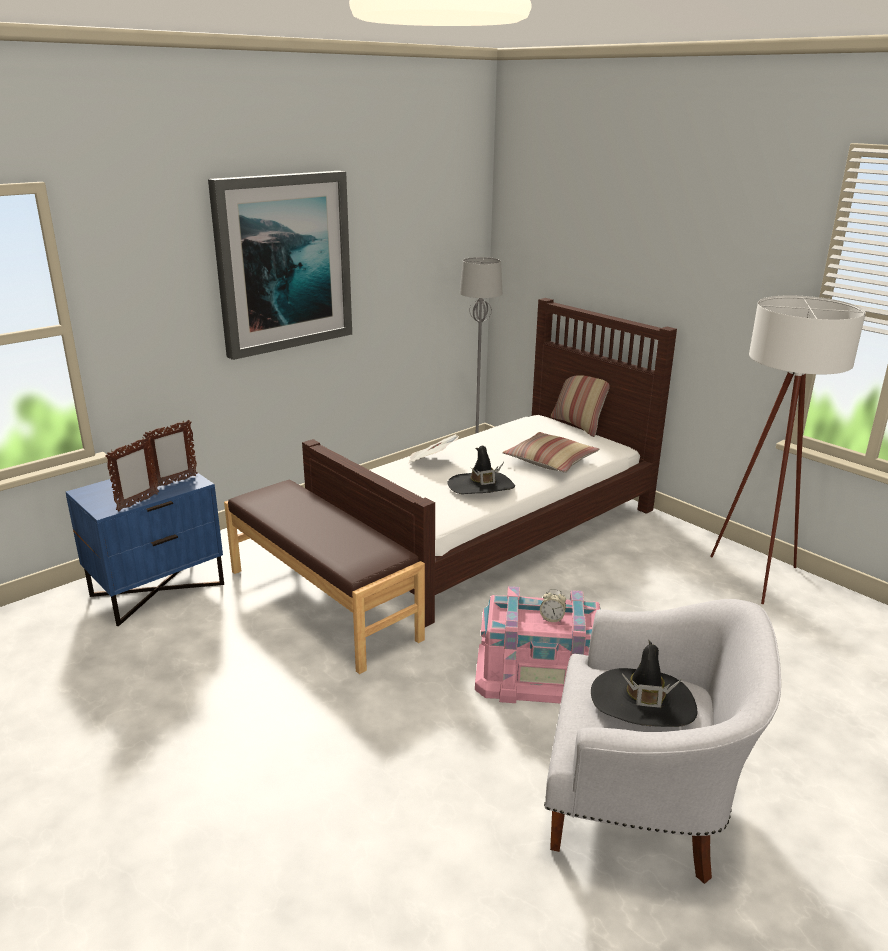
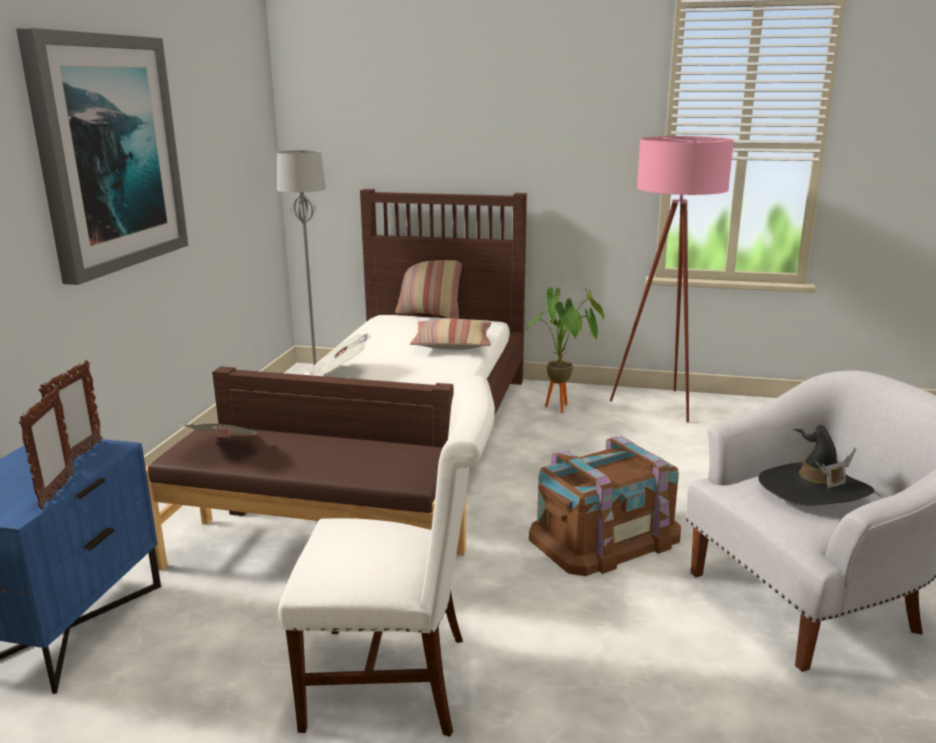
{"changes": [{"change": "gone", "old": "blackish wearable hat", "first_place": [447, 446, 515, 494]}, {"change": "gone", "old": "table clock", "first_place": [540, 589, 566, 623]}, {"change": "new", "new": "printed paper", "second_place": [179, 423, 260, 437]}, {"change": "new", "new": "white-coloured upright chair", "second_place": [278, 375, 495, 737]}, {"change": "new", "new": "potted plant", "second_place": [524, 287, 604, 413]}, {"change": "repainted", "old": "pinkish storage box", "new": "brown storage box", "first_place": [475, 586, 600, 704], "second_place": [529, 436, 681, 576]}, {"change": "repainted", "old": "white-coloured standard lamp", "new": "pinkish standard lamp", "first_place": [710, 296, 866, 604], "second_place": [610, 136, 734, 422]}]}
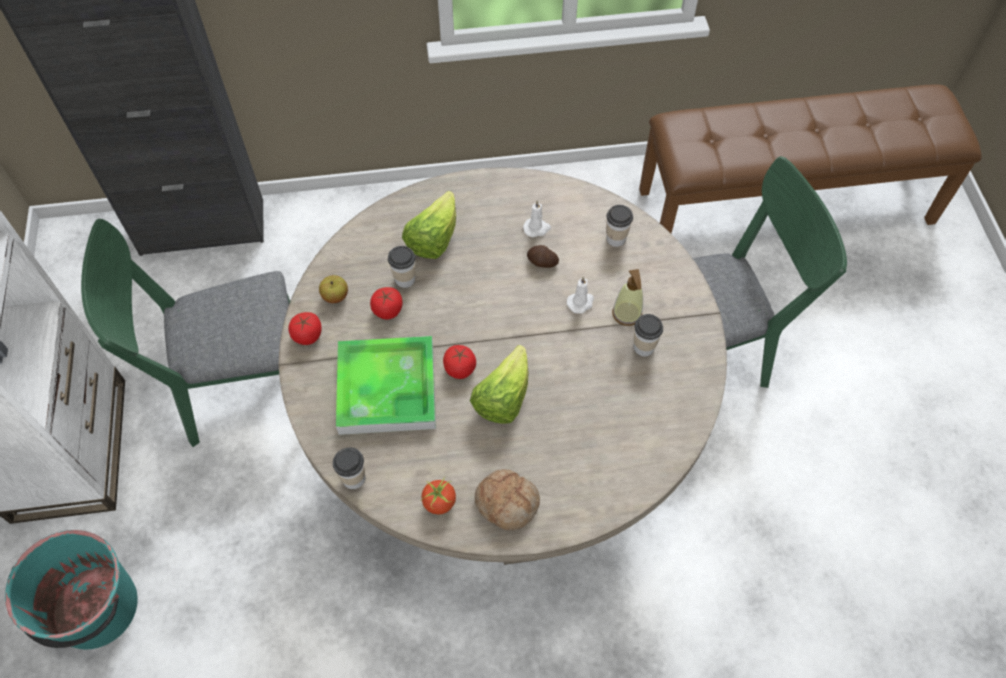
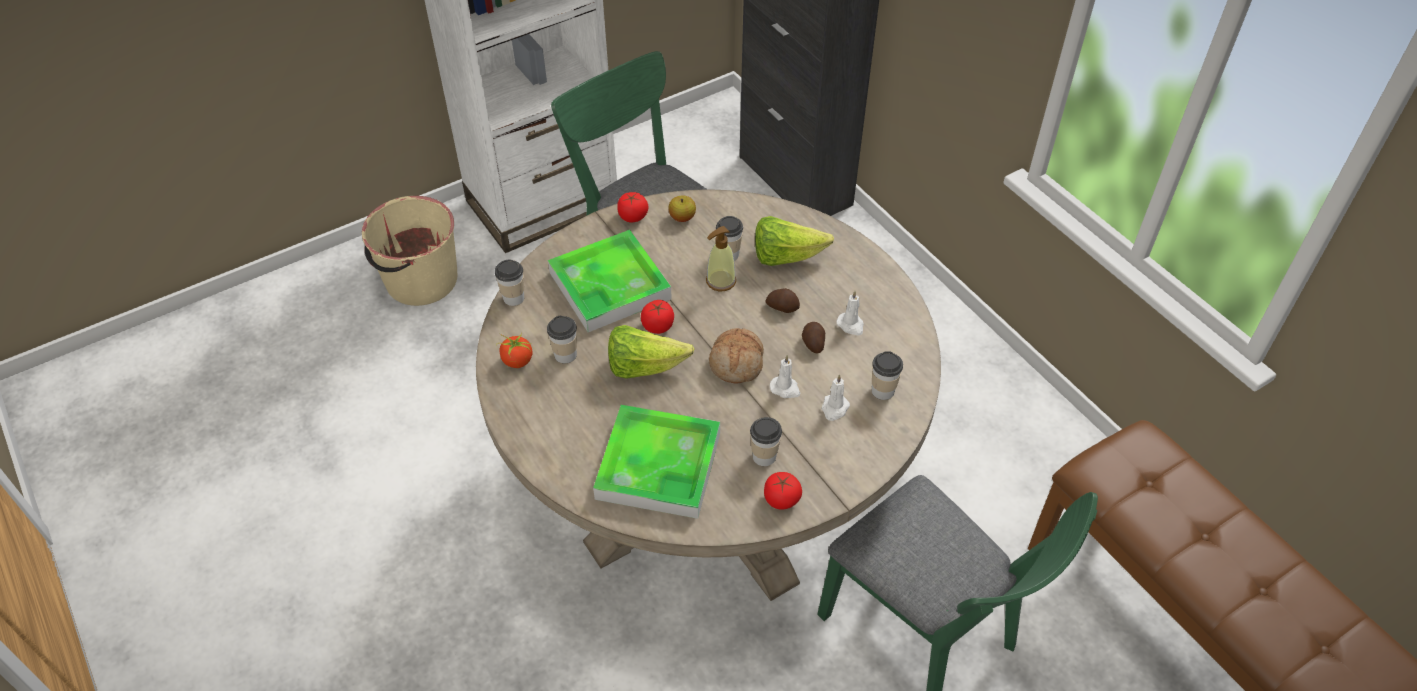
{"changes": [{"change": "new", "new": "cup", "second_place": [547, 316, 577, 363]}, {"change": "new", "new": "tray", "second_place": [593, 405, 720, 519]}, {"change": "new", "new": "spud", "second_place": [766, 288, 800, 313]}, {"change": "new", "new": "white-coloured wax light", "second_place": [822, 374, 850, 421]}, {"change": "shifted", "old": "whole tomato", "first_place": [370, 287, 403, 319], "second_place": [764, 472, 802, 510]}, {"change": "shifted", "old": "bakery bread", "first_place": [475, 469, 540, 530], "second_place": [709, 328, 764, 384]}, {"change": "shifted", "old": "soap bottle", "first_place": [612, 269, 643, 326], "second_place": [706, 226, 736, 291]}, {"change": "repainted", "old": "turquoise-coloured pail", "new": "sand-coloured pail", "first_place": [5, 530, 138, 649], "second_place": [362, 196, 457, 306]}]}
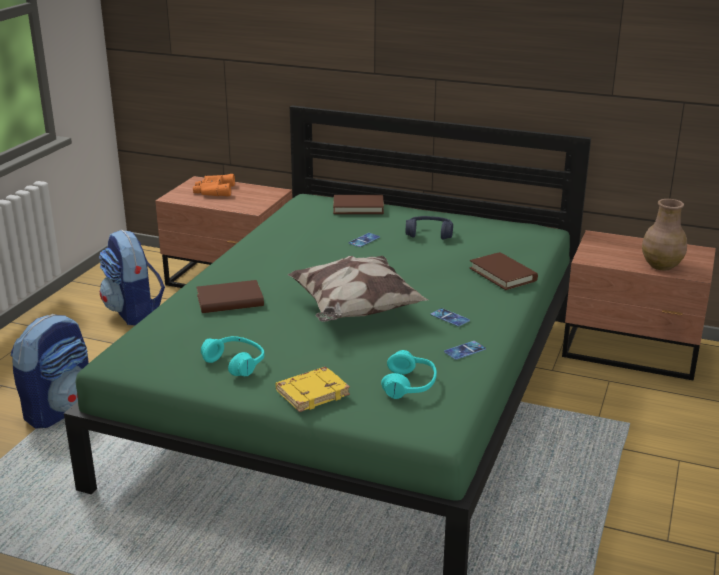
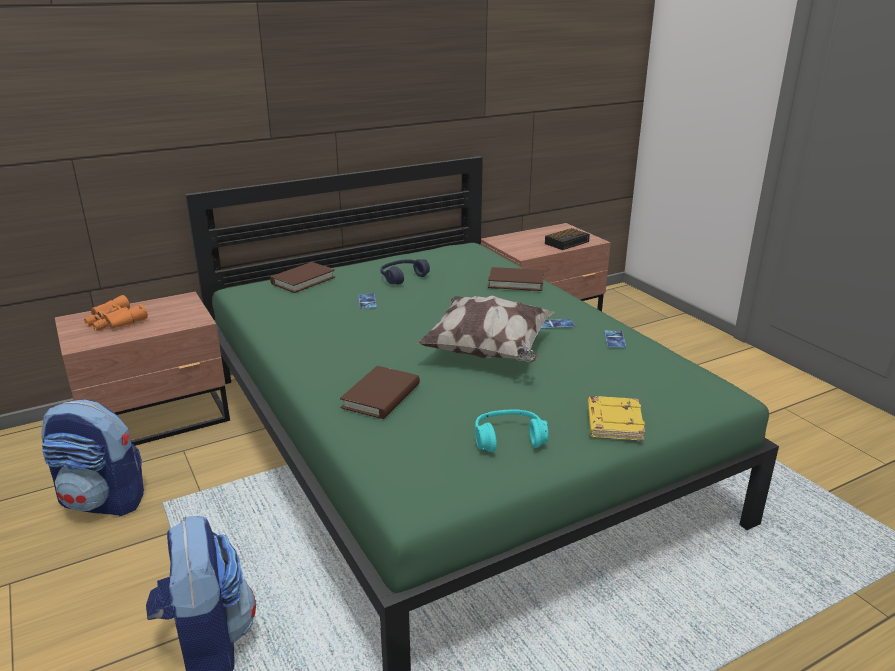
{"changes": [{"change": "gone", "old": "turquoise-coloured pair of headphones", "first_place": [381, 350, 437, 399]}, {"change": "swapped", "old": "brown vase", "new": "table clock", "first_place": [642, 199, 687, 270], "second_place": [545, 228, 590, 250]}]}
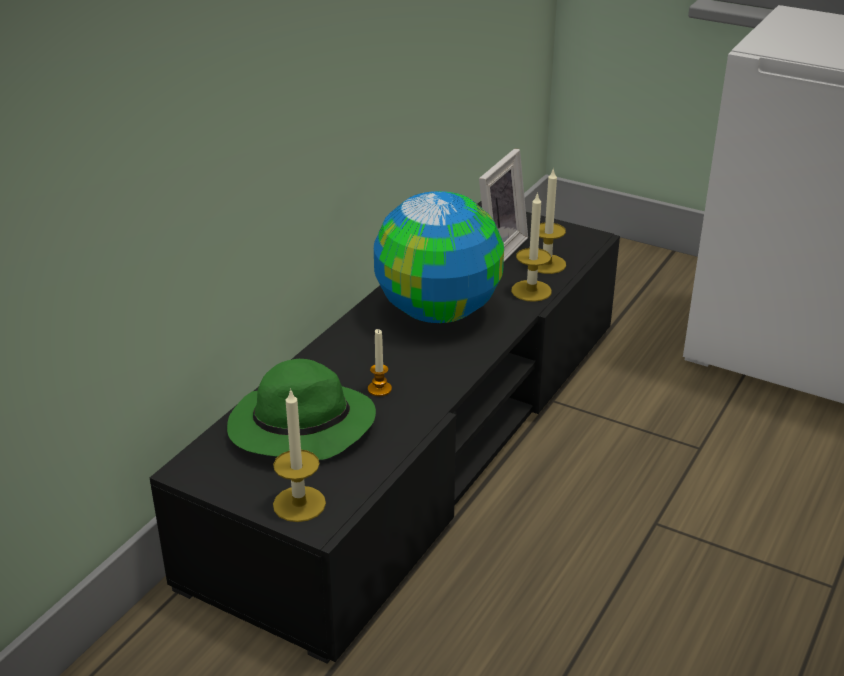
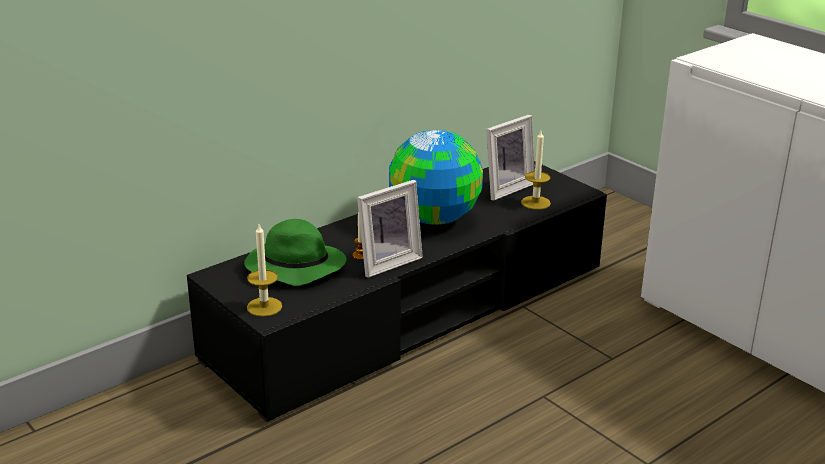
{"changes": [{"change": "gone", "old": "wax light", "first_place": [511, 192, 552, 302]}, {"change": "new", "new": "picture frame", "second_place": [357, 180, 423, 278]}]}
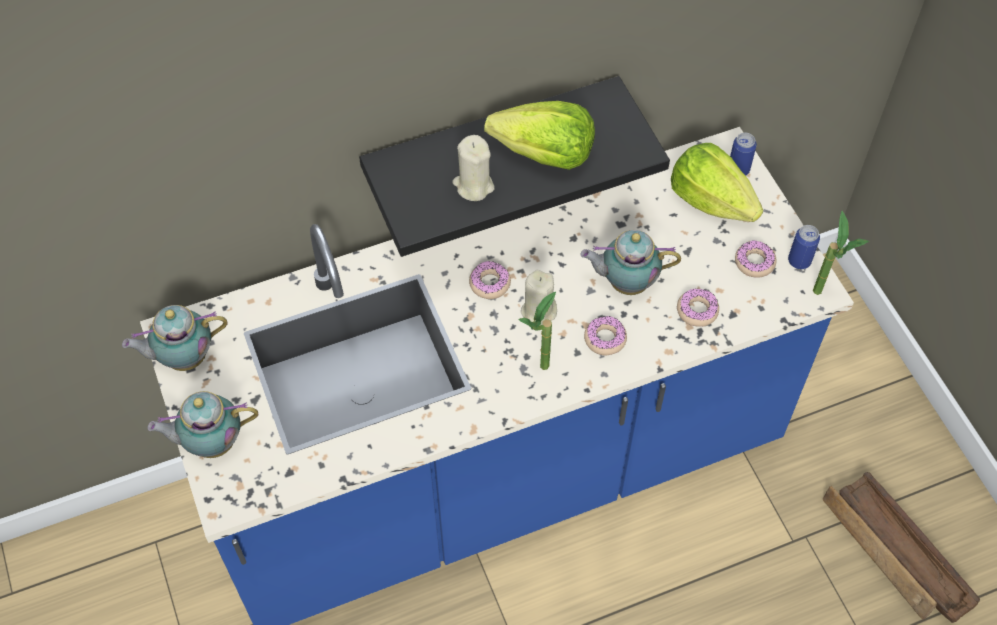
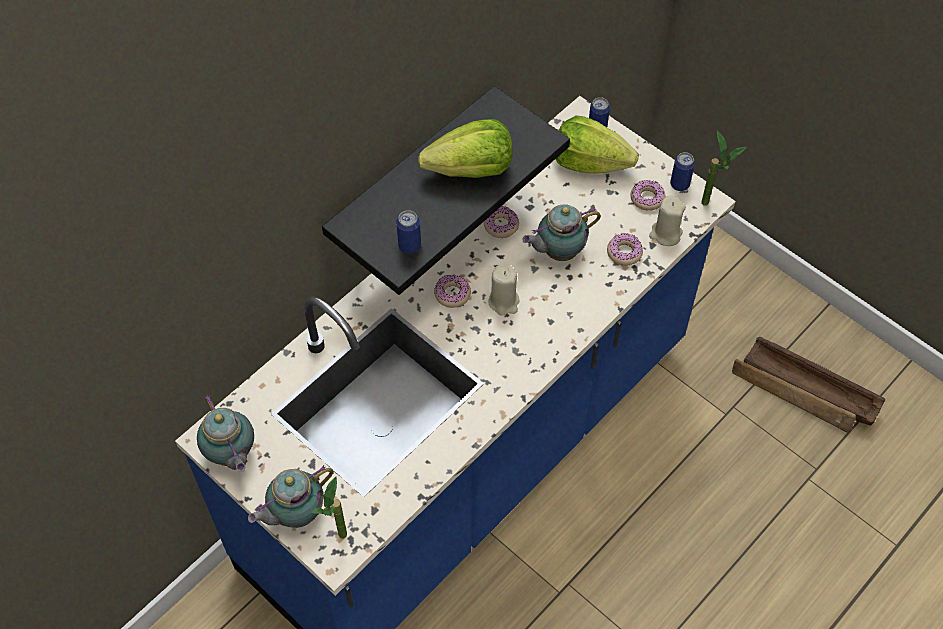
{"changes": [{"change": "new", "new": "can", "second_place": [396, 210, 421, 254]}, {"change": "shifted", "old": "sand-coloured wax light", "first_place": [453, 135, 495, 201], "second_place": [649, 195, 686, 246]}, {"change": "shifted", "old": "potted plant", "first_place": [518, 292, 556, 370], "second_place": [311, 477, 347, 539]}, {"change": "shifted", "old": "ring doughnut", "first_place": [584, 316, 627, 356], "second_place": [484, 206, 519, 238]}, {"change": "rotated", "old": "pot for tea", "first_place": [122, 305, 228, 371], "second_place": [197, 395, 254, 472], "degrees": -75}]}
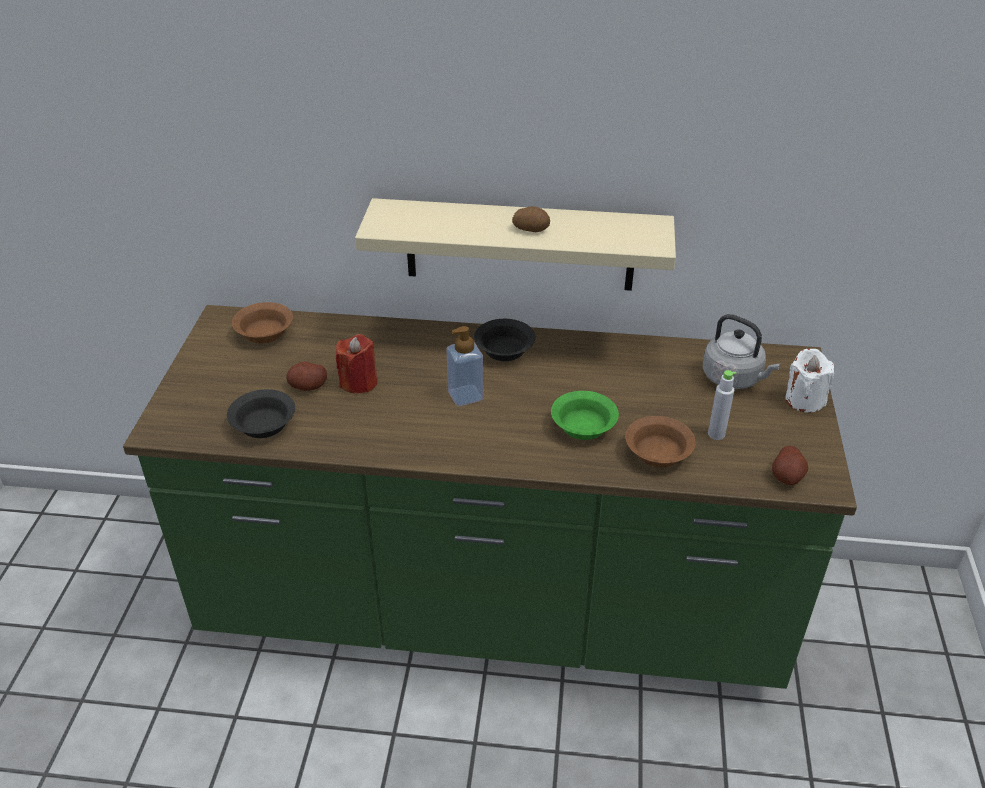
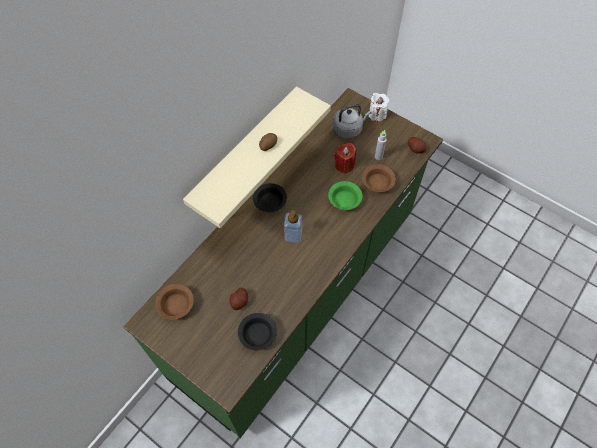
{"changes": [{"change": "shifted", "old": "reddish wax light", "first_place": [336, 334, 378, 394], "second_place": [334, 143, 356, 174]}]}
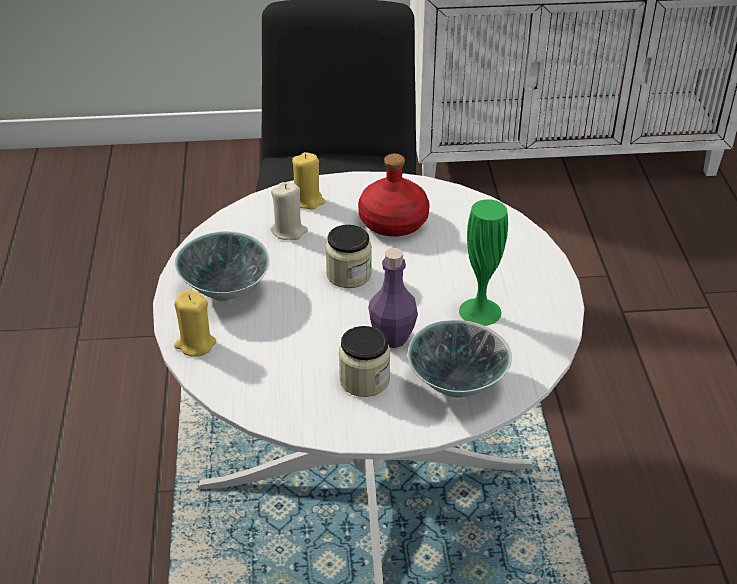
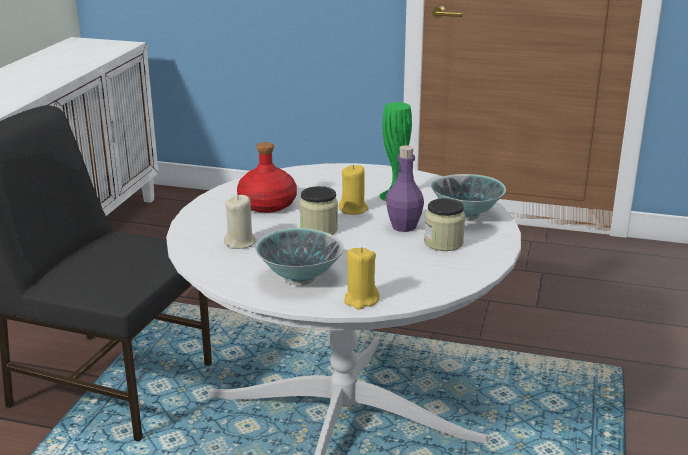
{"changes": [{"change": "shifted", "old": "yellow wax light", "first_place": [292, 152, 326, 210], "second_place": [338, 165, 369, 215]}]}
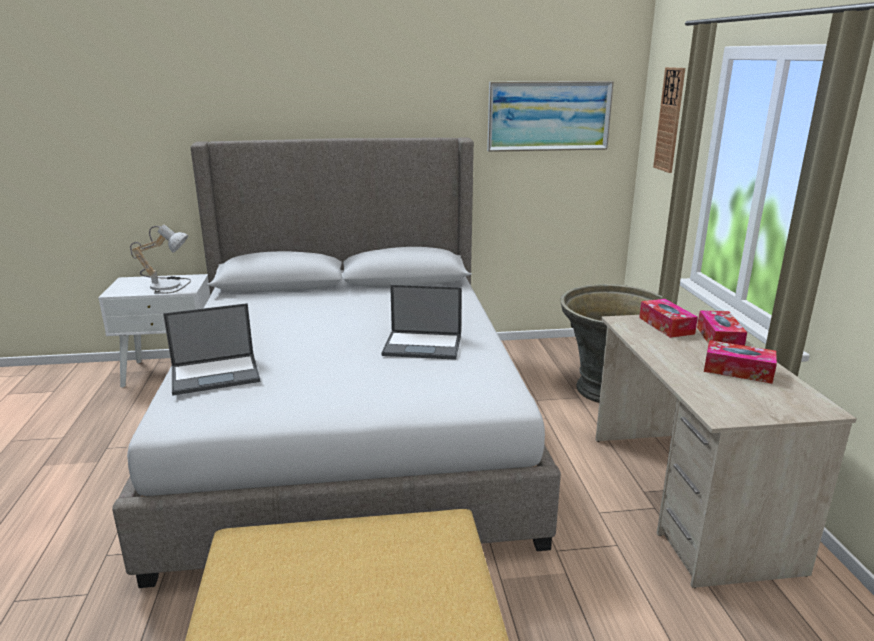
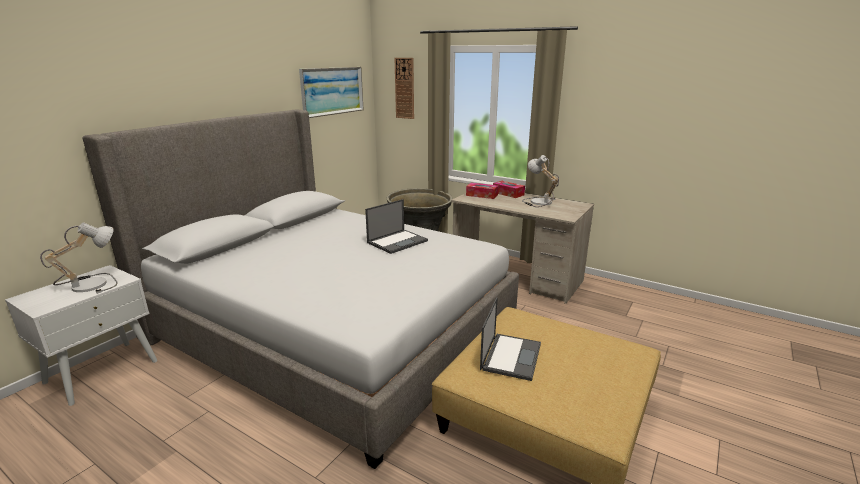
{"changes": [{"change": "shifted", "old": "laptop", "first_place": [163, 303, 261, 396], "second_place": [480, 297, 541, 381]}, {"change": "swapped", "old": "box of tissues", "new": "tabletop lamp", "first_place": [704, 340, 777, 384], "second_place": [522, 155, 559, 207]}]}
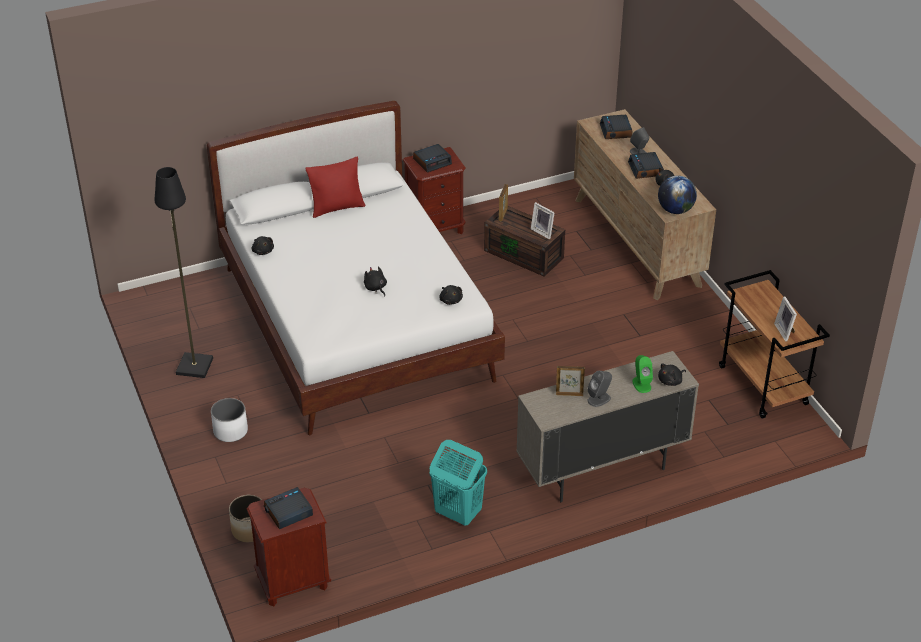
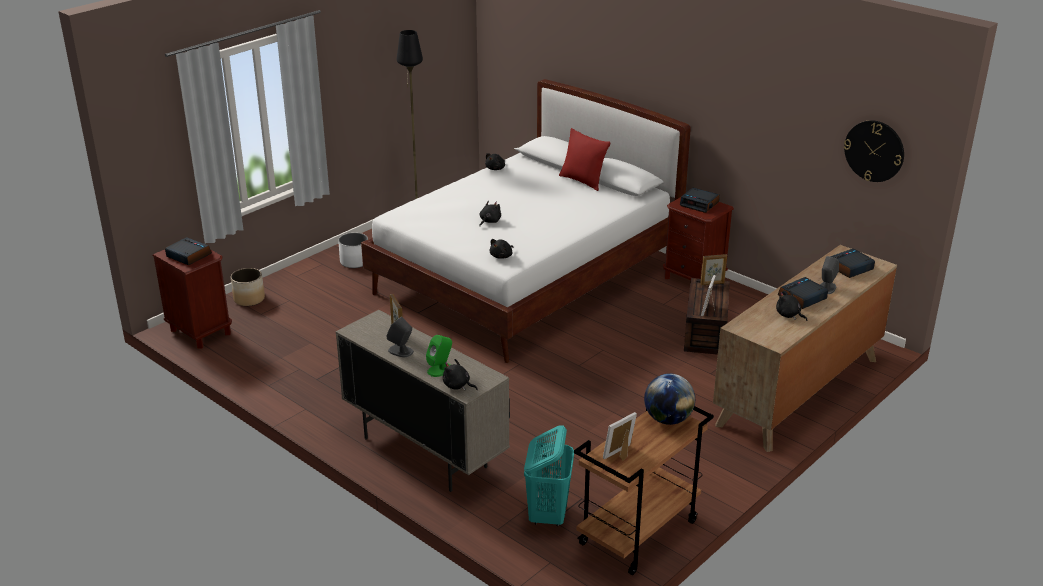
{"changes": [{"change": "new", "new": "wall clock", "second_place": [844, 120, 904, 182]}, {"change": "shifted", "old": "turquoise-coloured hamper", "first_place": [430, 440, 487, 526], "second_place": [524, 425, 574, 526]}, {"change": "shifted", "old": "globe", "first_place": [658, 175, 697, 214], "second_place": [644, 373, 695, 425]}]}
